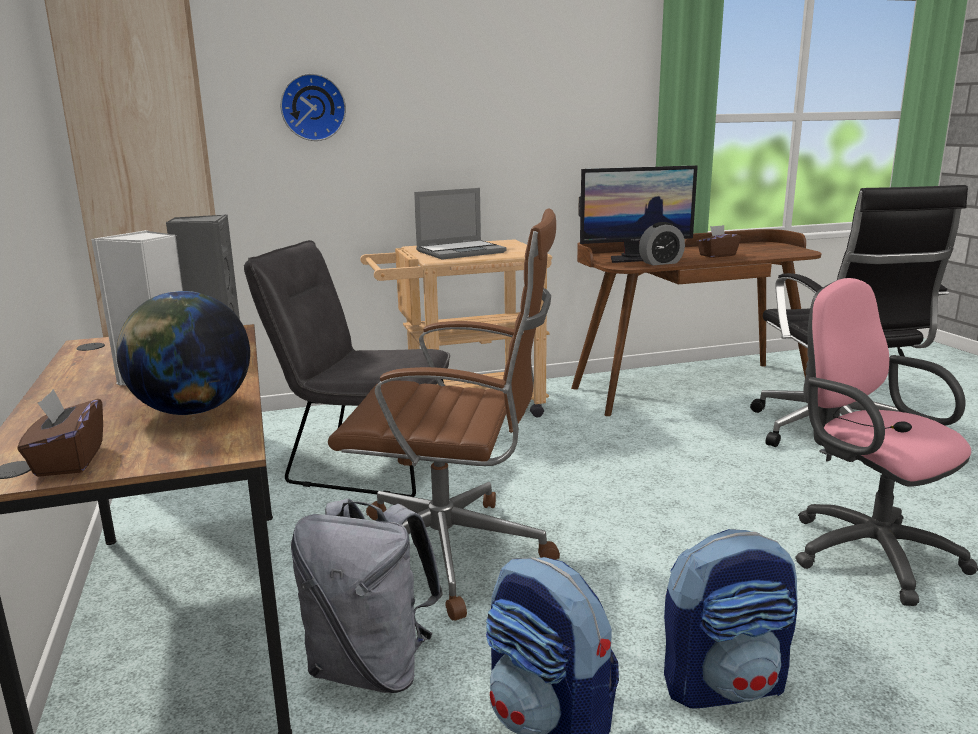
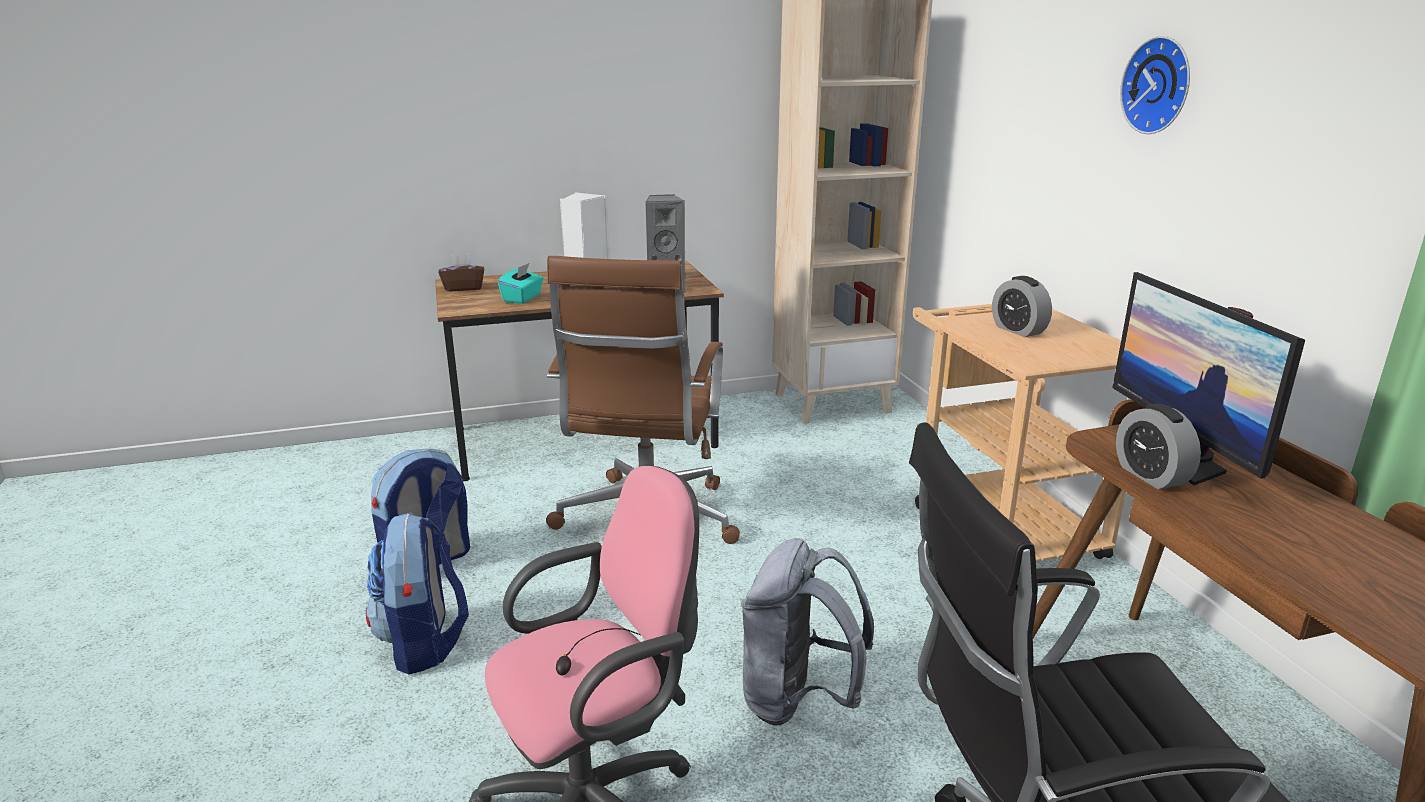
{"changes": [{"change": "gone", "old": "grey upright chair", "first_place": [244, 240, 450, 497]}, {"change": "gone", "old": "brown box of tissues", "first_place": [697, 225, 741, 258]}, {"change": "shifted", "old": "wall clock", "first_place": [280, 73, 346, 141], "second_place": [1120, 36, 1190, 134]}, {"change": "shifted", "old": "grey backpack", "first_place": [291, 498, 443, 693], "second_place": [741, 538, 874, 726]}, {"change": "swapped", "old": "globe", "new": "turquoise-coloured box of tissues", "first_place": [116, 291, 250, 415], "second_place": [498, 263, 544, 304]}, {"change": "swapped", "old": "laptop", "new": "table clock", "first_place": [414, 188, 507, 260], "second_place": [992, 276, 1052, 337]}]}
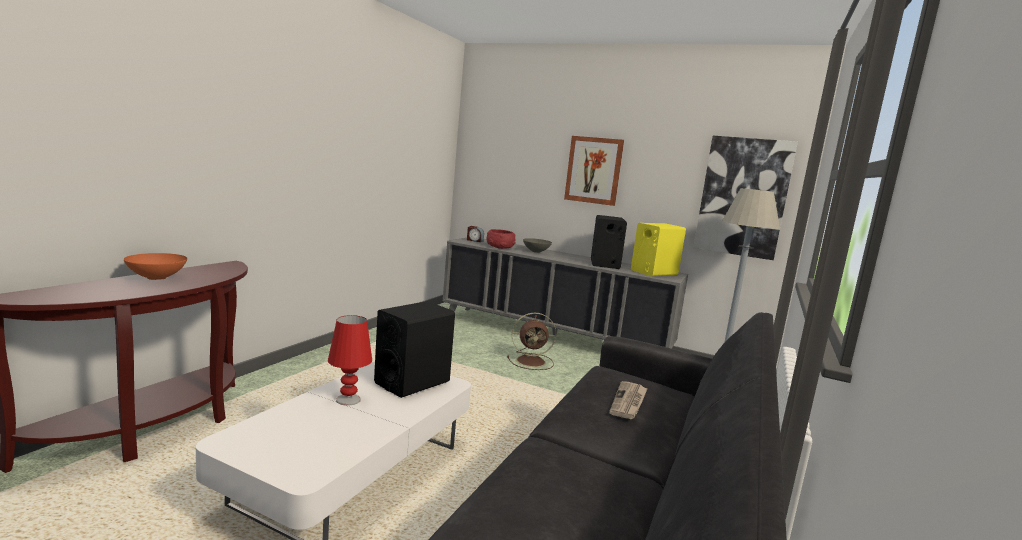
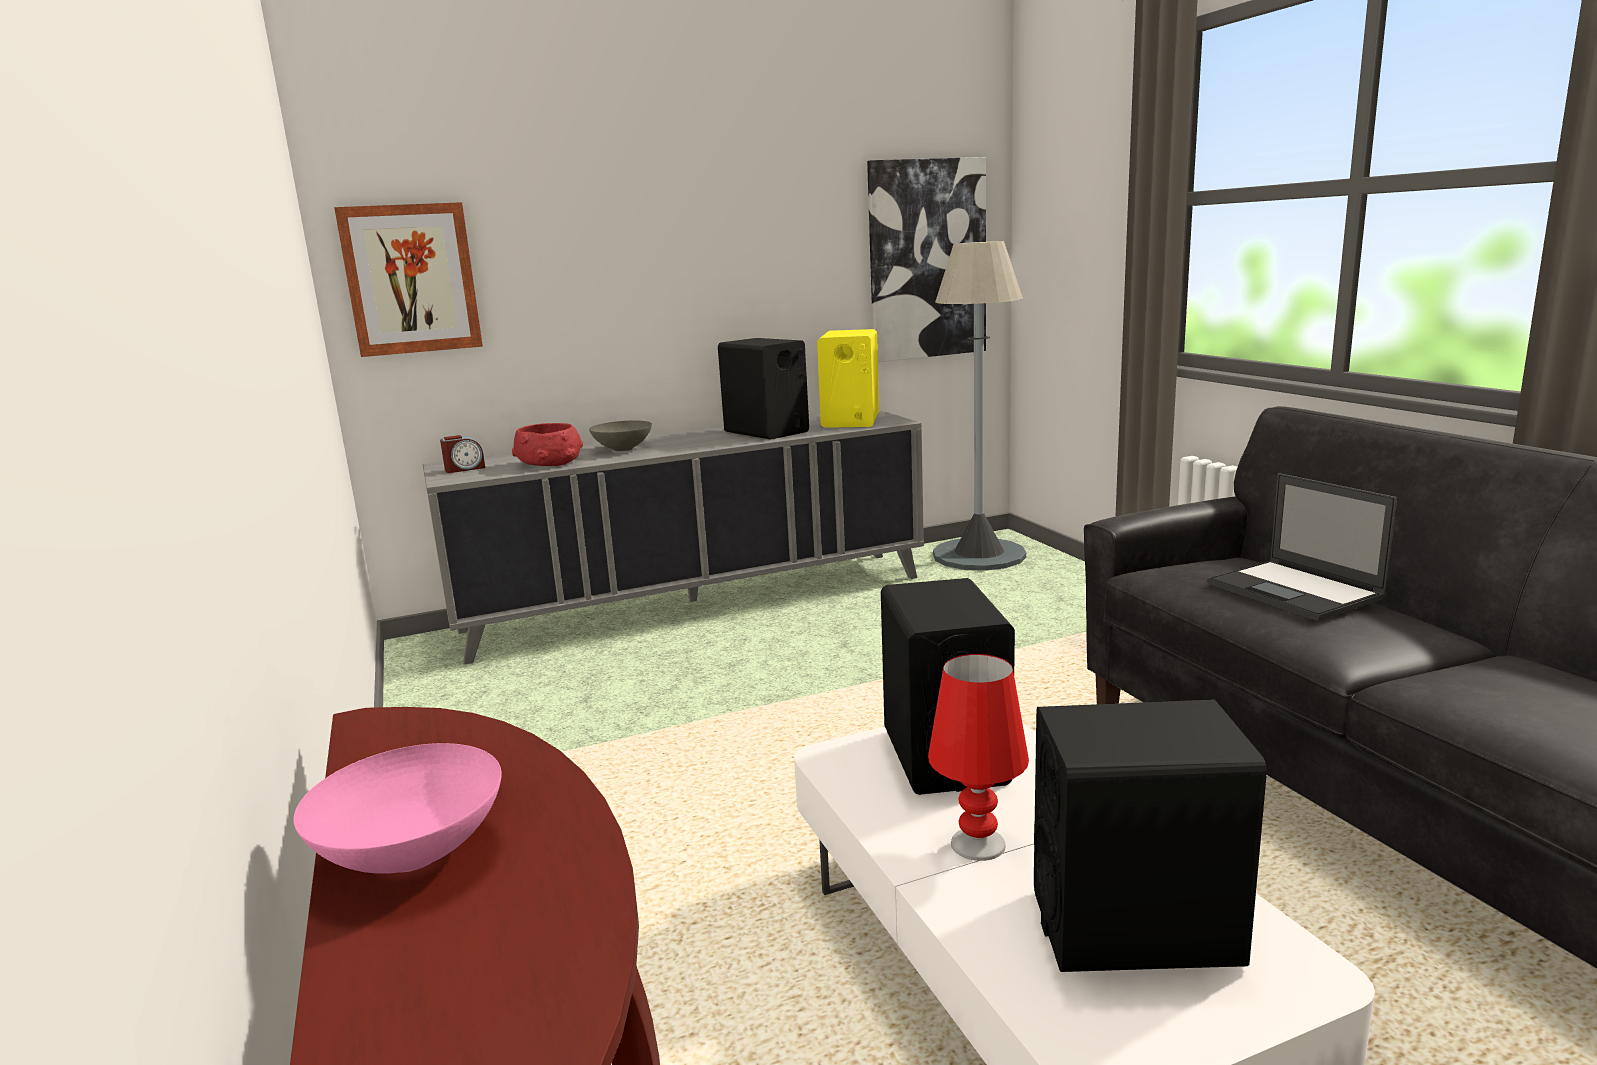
{"changes": [{"change": "gone", "old": "brown cooling fan", "first_place": [507, 313, 557, 370]}, {"change": "new", "new": "blackish speaker", "second_place": [1034, 699, 1267, 972]}, {"change": "shifted", "old": "wall picture", "first_place": [564, 136, 624, 206], "second_place": [334, 202, 483, 357]}, {"change": "swapped", "old": "printed paper", "new": "laptop", "first_place": [609, 381, 648, 419], "second_place": [1208, 473, 1397, 621]}, {"change": "repainted", "old": "orange-coloured serving bowl", "new": "pinkish serving bowl", "first_place": [124, 253, 187, 280], "second_place": [294, 743, 502, 874]}]}
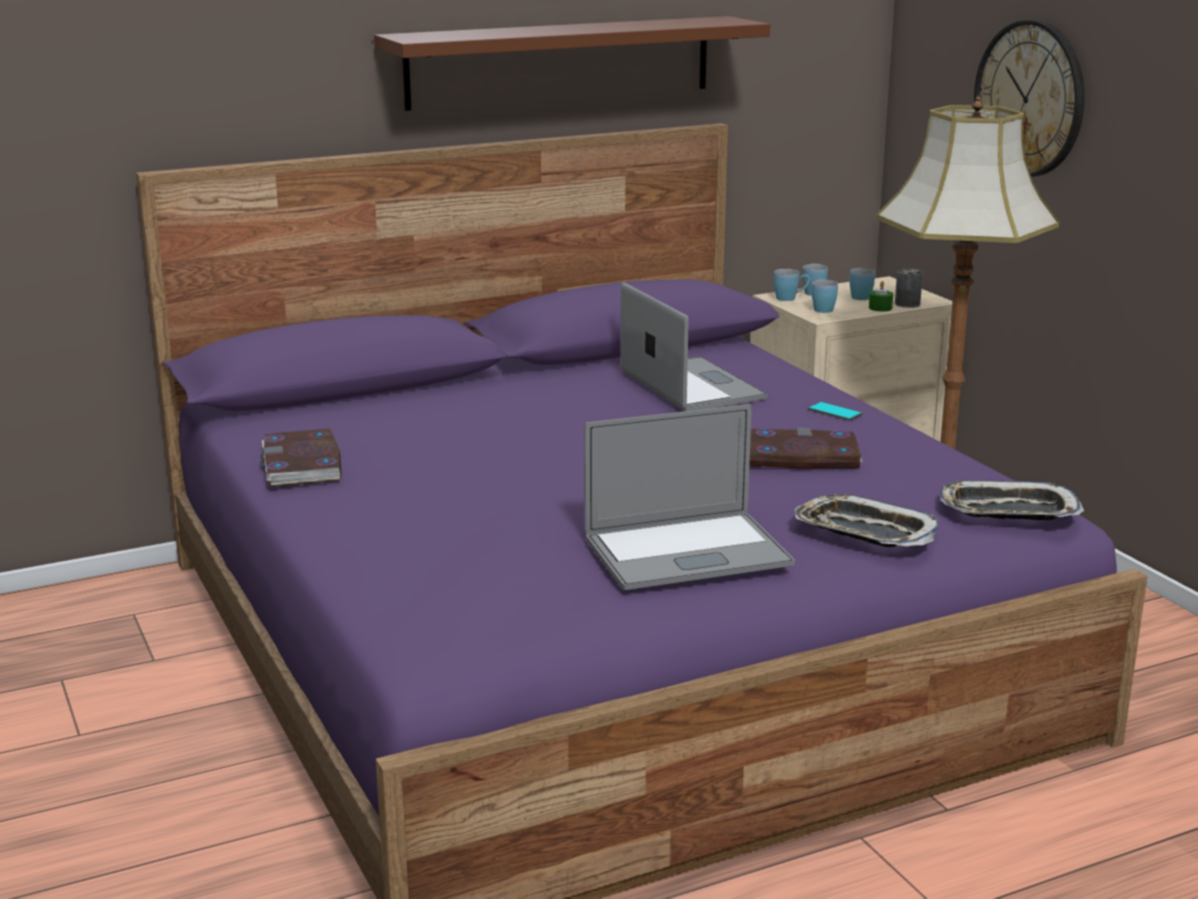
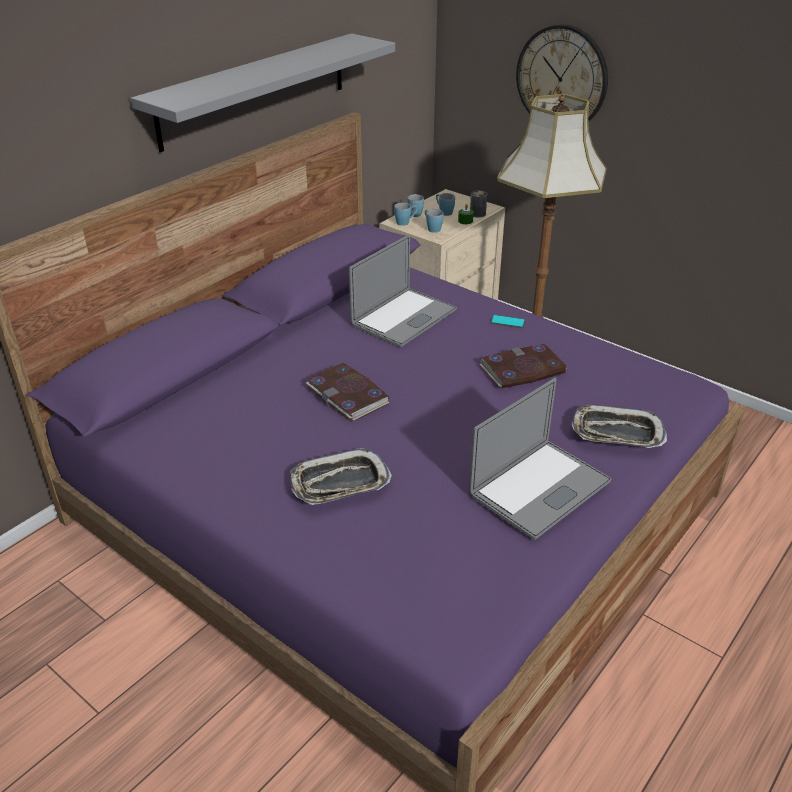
{"changes": [{"change": "shifted", "old": "volume", "first_place": [261, 429, 342, 487], "second_place": [306, 363, 390, 422]}, {"change": "shifted", "old": "tray", "first_place": [940, 480, 1084, 520], "second_place": [290, 448, 392, 505]}, {"change": "repainted", "old": "brown shelf", "new": "grey shelf", "first_place": [374, 16, 770, 111], "second_place": [130, 33, 395, 152]}, {"change": "rotated", "old": "laptop", "first_place": [621, 282, 768, 411], "second_place": [349, 234, 457, 347], "degrees": 90}]}
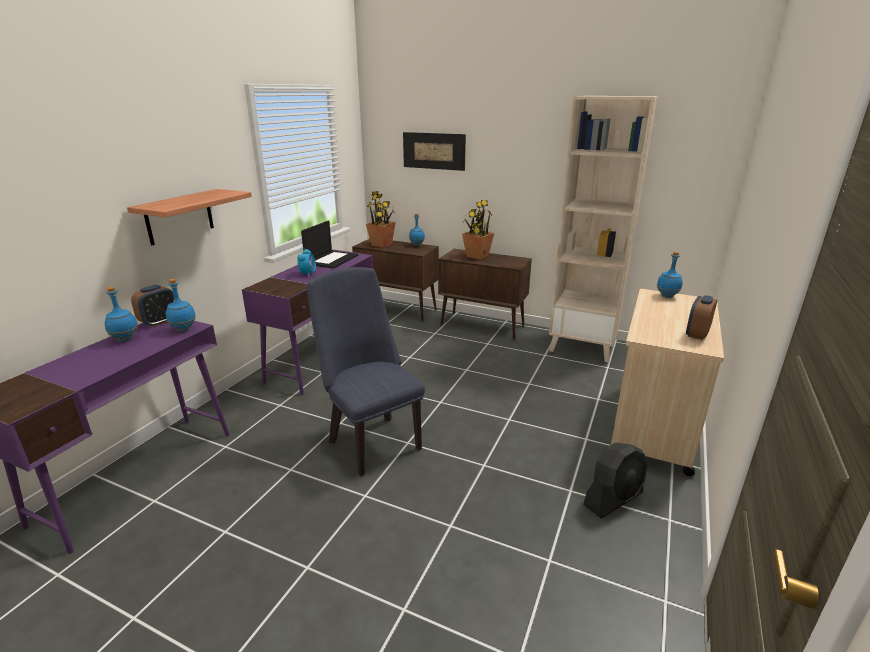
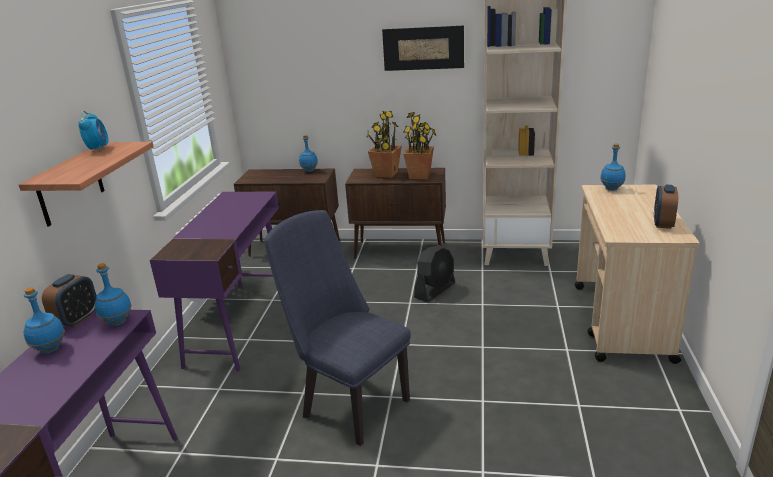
{"changes": [{"change": "gone", "old": "laptop", "first_place": [301, 221, 358, 269]}, {"change": "shifted", "old": "table clock", "first_place": [297, 248, 316, 277], "second_place": [78, 111, 108, 152]}, {"change": "shifted", "old": "potted plant", "first_place": [366, 191, 396, 247], "second_place": [403, 112, 436, 179]}, {"change": "shifted", "old": "wall picture", "first_place": [403, 132, 466, 171], "second_place": [382, 26, 464, 71]}, {"change": "shifted", "old": "blackish cooling fan", "first_place": [583, 443, 648, 519], "second_place": [414, 245, 455, 302]}]}
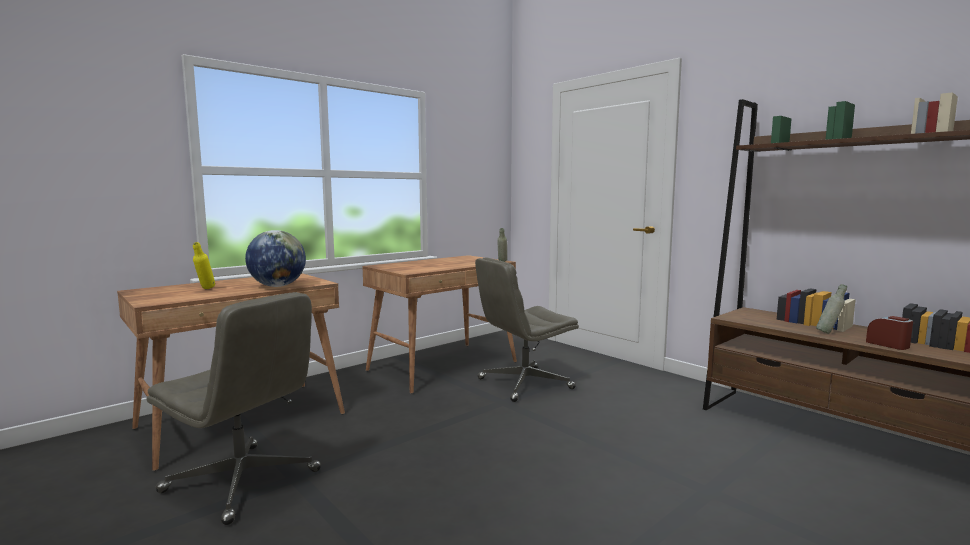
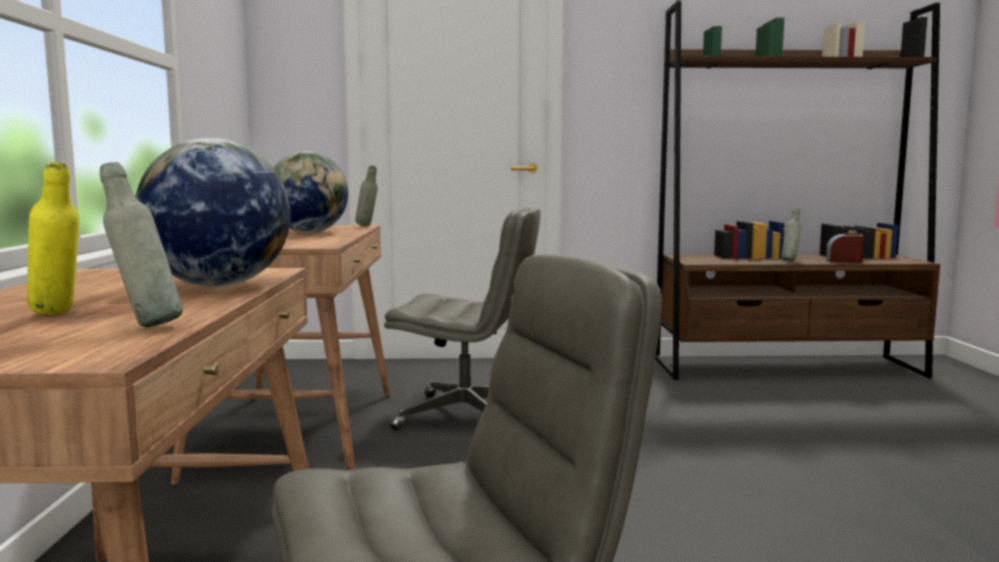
{"changes": [{"change": "new", "new": "grey bottle", "second_place": [100, 162, 183, 327]}, {"change": "new", "new": "globe", "second_place": [273, 151, 348, 233]}, {"change": "rotated", "old": "grey desk chair", "first_place": [475, 257, 579, 402], "second_place": [384, 207, 541, 430], "degrees": -90}]}
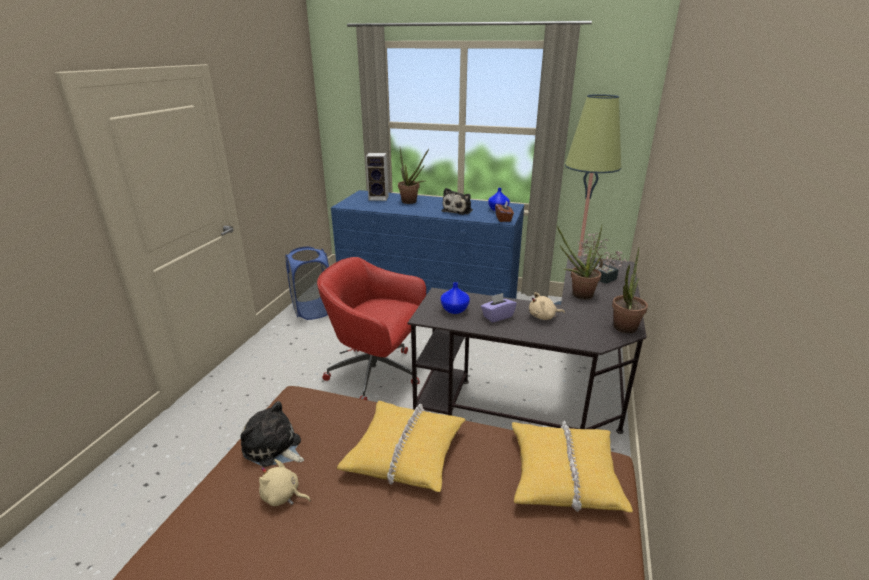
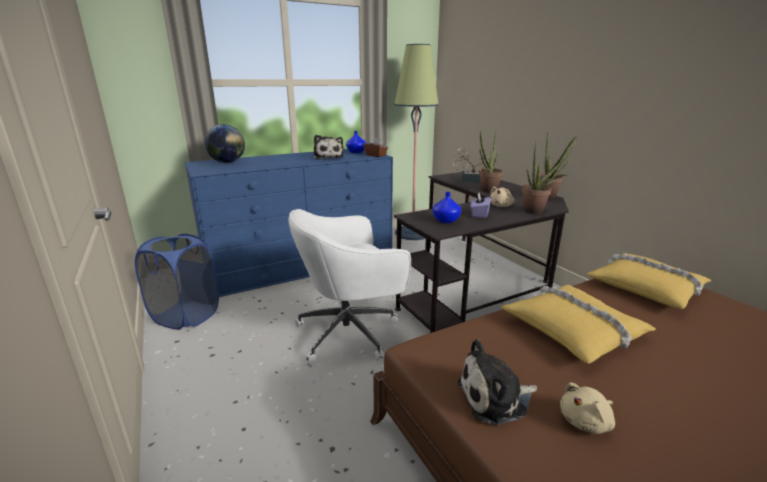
{"changes": [{"change": "shifted", "old": "potted plant", "first_place": [398, 148, 429, 204], "second_place": [522, 138, 578, 214]}, {"change": "swapped", "old": "speaker", "new": "globe", "first_place": [366, 153, 389, 201], "second_place": [204, 124, 245, 163]}, {"change": "repainted", "old": "reddish desk chair", "new": "white-coloured desk chair", "first_place": [317, 257, 426, 400], "second_place": [288, 209, 411, 364]}]}
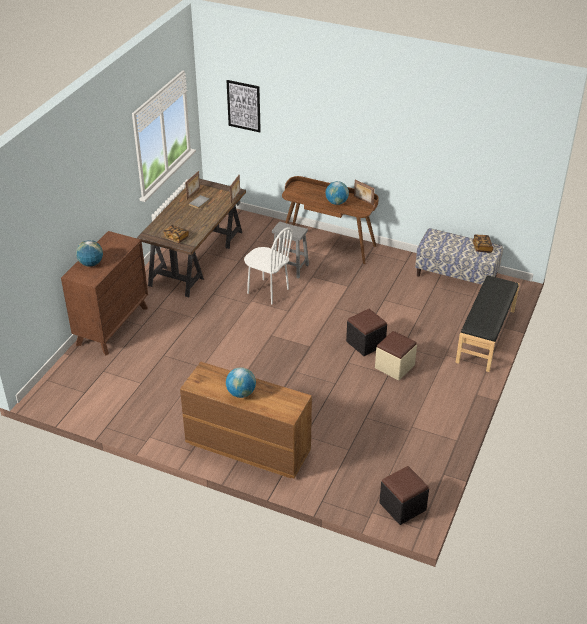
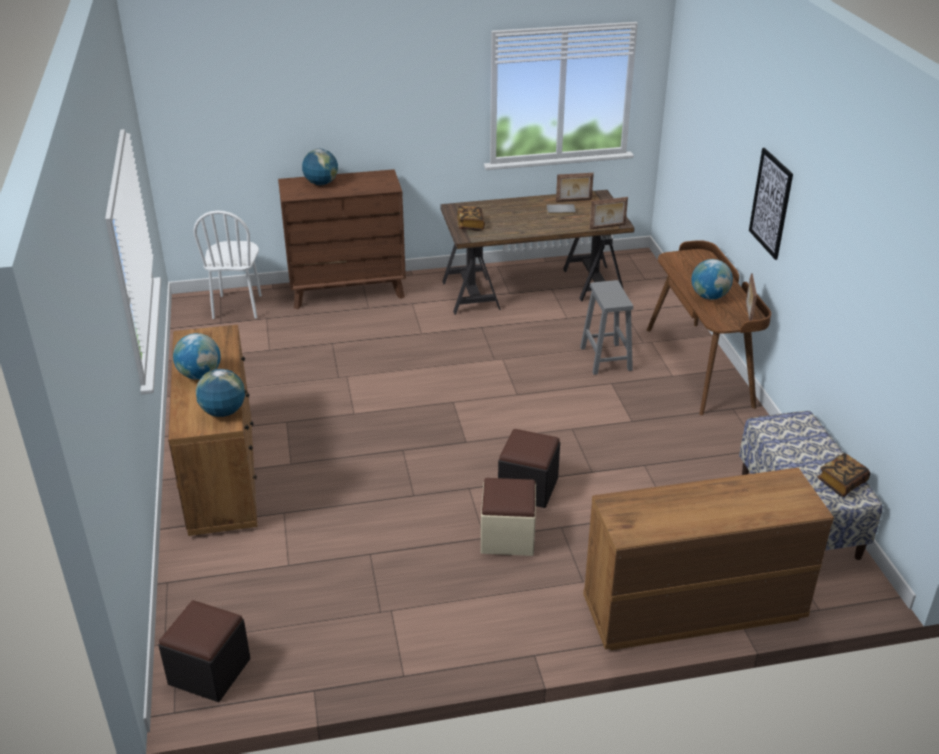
{"changes": [{"change": "new", "new": "globe", "second_place": [196, 369, 245, 417]}, {"change": "shifted", "old": "wall picture", "first_place": [226, 80, 261, 132], "second_place": [749, 148, 793, 260]}, {"change": "shifted", "old": "white-coloured upright chair", "first_place": [244, 228, 293, 305], "second_place": [193, 210, 262, 319]}, {"change": "swapped", "old": "blackish indoor bench", "new": "brown chest of drawers", "first_place": [456, 275, 520, 372], "second_place": [583, 468, 834, 650]}]}
